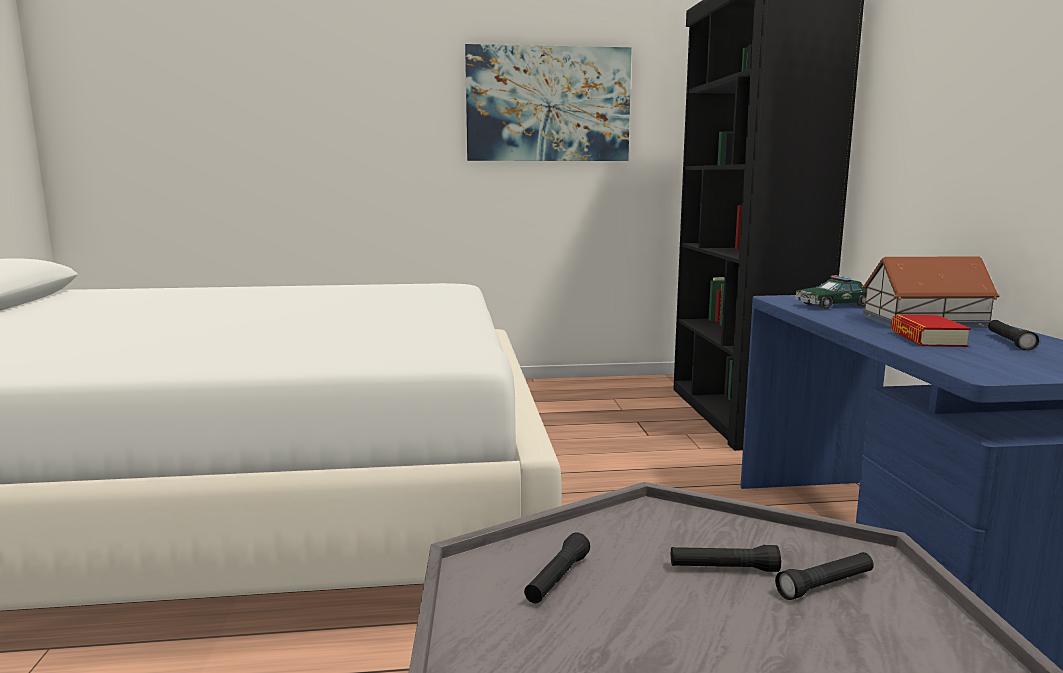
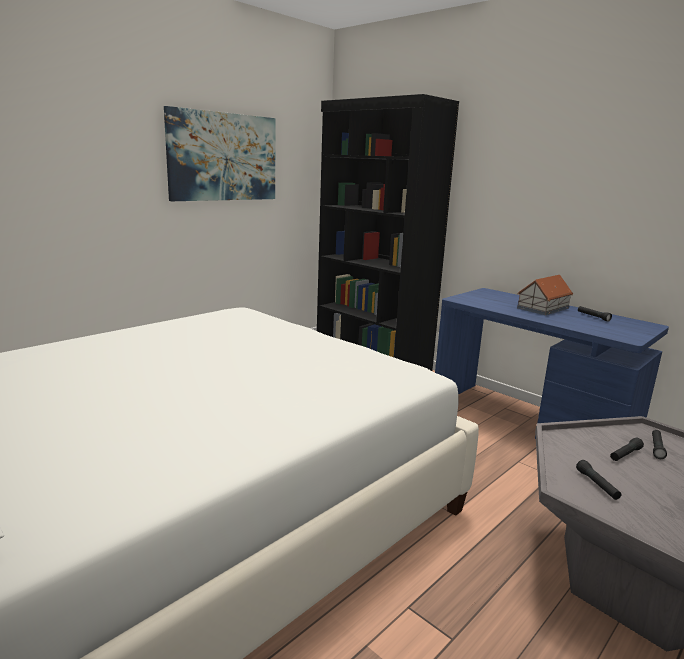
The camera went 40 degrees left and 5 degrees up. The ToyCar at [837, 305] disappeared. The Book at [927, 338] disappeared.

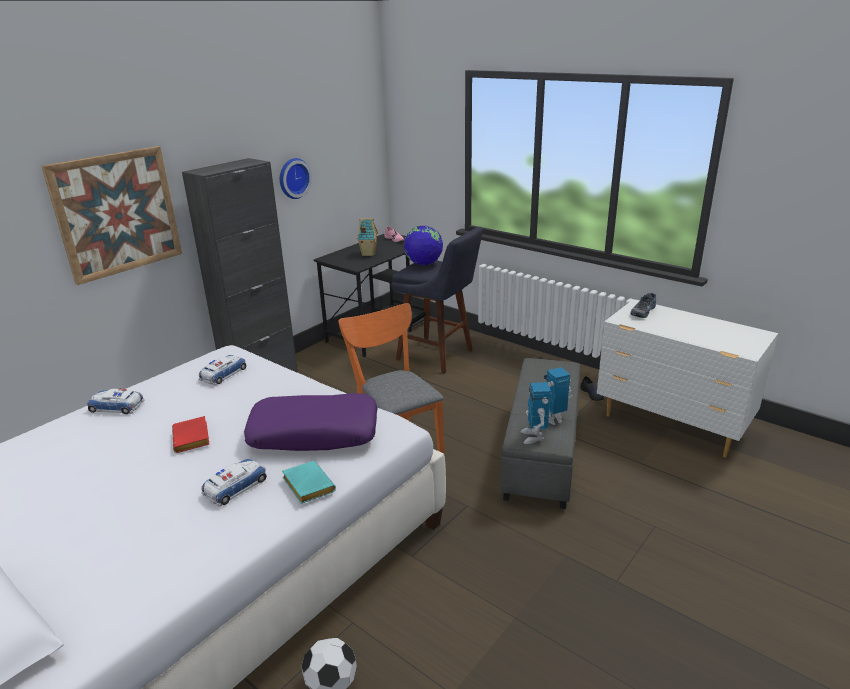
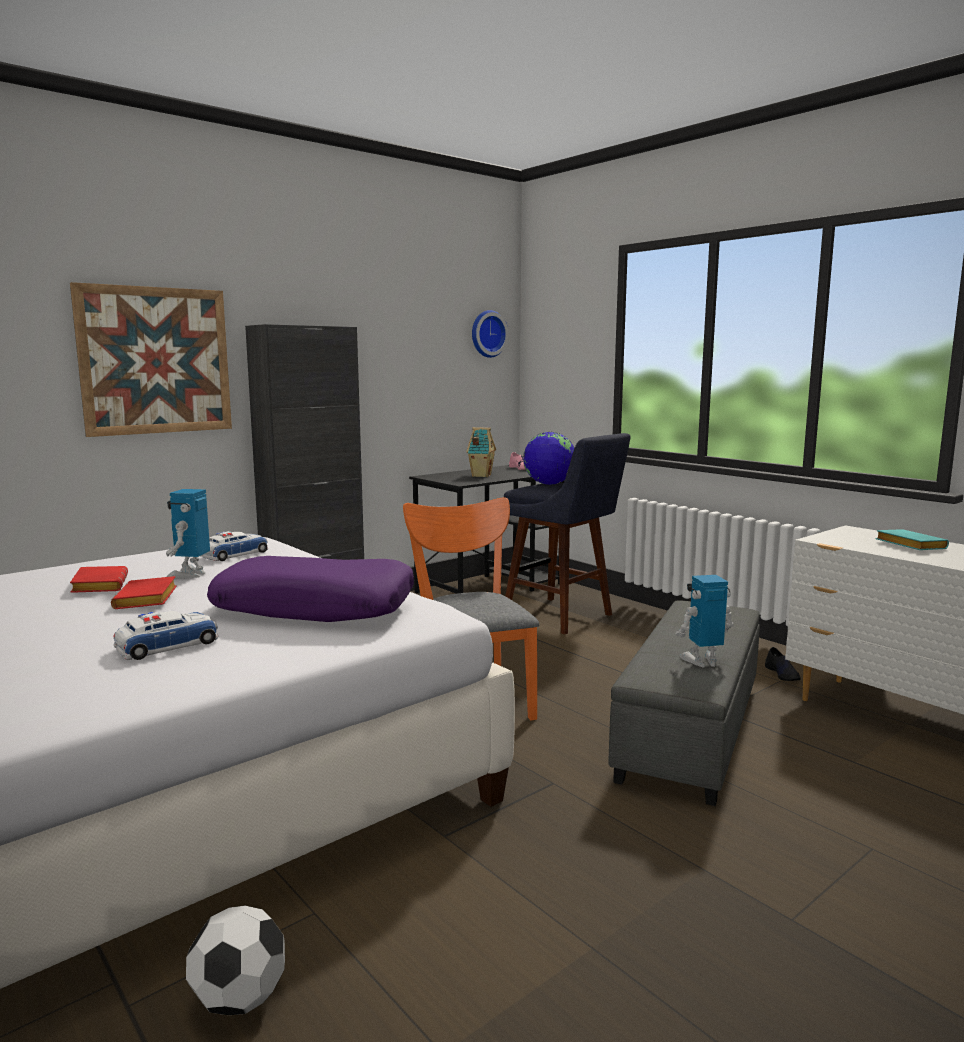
The camera went 10 degrees right and 15 degrees down. The RedBook at [98, 585] appeared. The ToyRobot moved from [534, 437] to [190, 575]. The WallClock moved from [293, 178] to [487, 334]. The TurquoiseBook moved from [306, 485] to [908, 545]. The ToyCar at [116, 406] disappeared. The Shoe at [642, 311] disappeared.

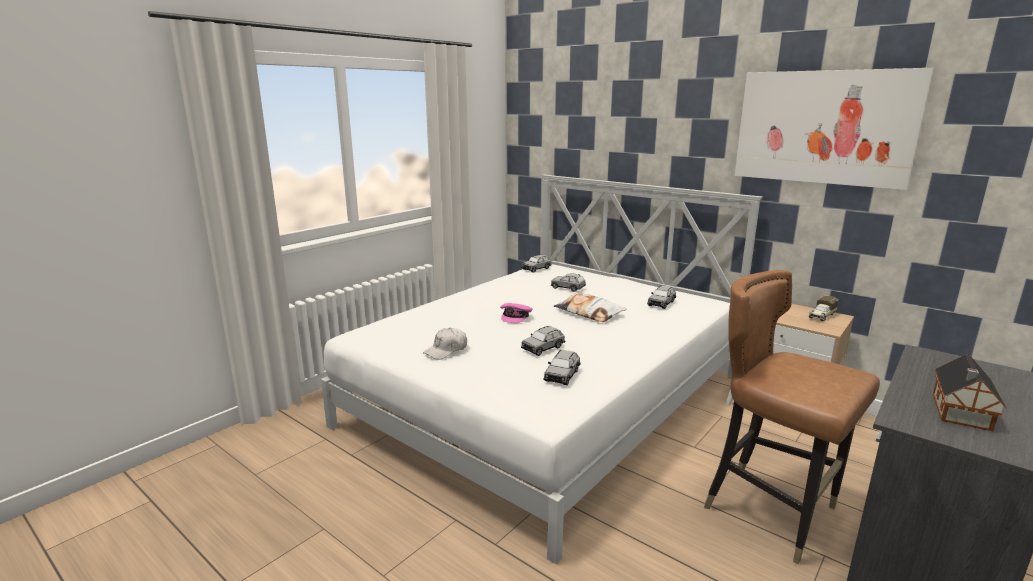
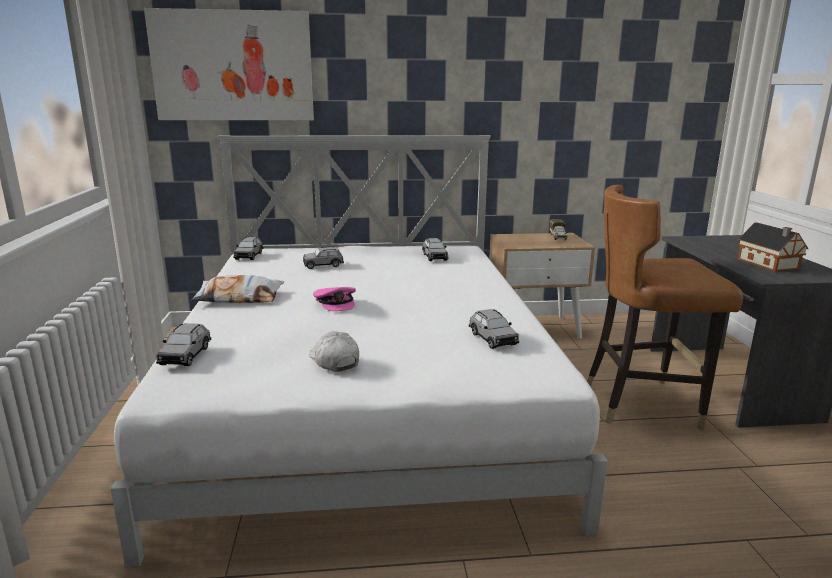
The camera went 45 degrees left and 0 degrees up. The Picture moved from [823, 127] to [233, 66]. The GreyToyCar moved from [543, 348] to [185, 355]. The Pillow moved from [589, 313] to [239, 297]. The WhiteCap at [446, 350] turned 150 degrees clockwise.

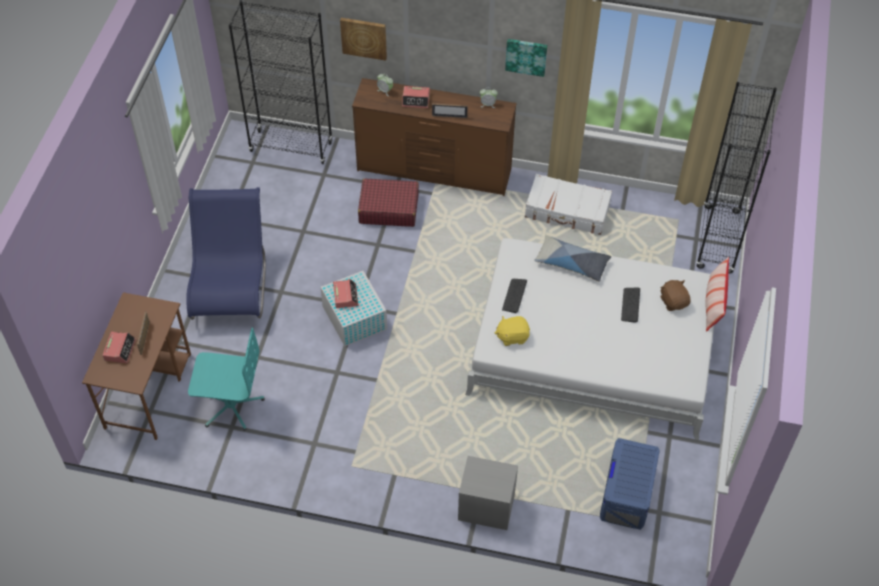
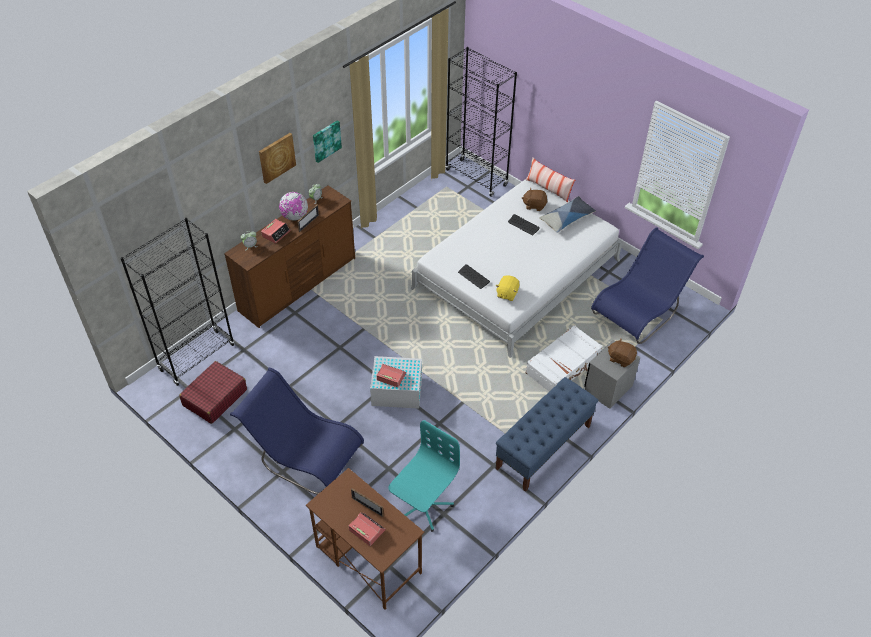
The camera went 60 degrees left and 5 degrees down. The RedSuitcase moved from [388, 209] to [214, 397]. The Picture moved from [364, 37] to [276, 157]. The Globe at [295, 216] appeared. The BlueBench at [543, 447] appeared. The WhiteSuitcase moved from [567, 211] to [563, 365]. The Pillow moved from [572, 263] to [567, 219]. The BlueStorageBox at [627, 493] was replaced by the BlueChair at [639, 312]. The BrownPlushToy at [621, 358] appeared.

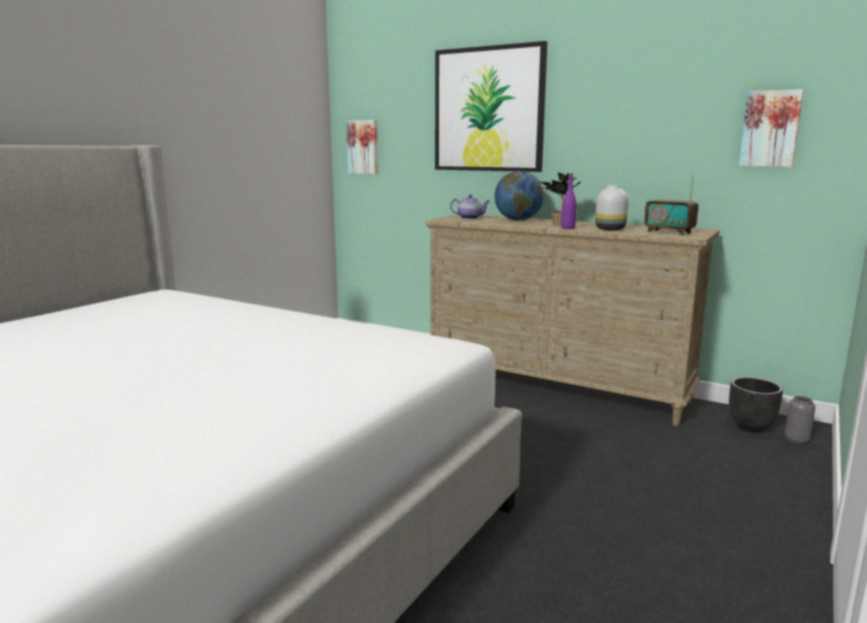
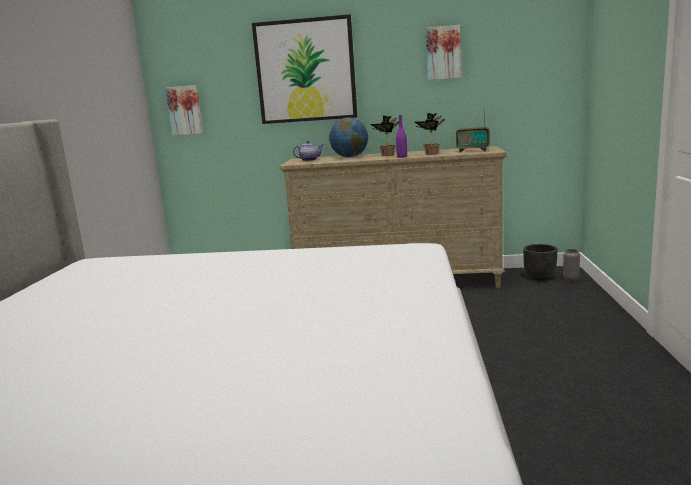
The camera went 25 degrees left and 0 degrees up. The WhiteVase at [609, 229] was replaced by the PottedPlant at [430, 154]. The Picture moved from [770, 129] to [443, 53].

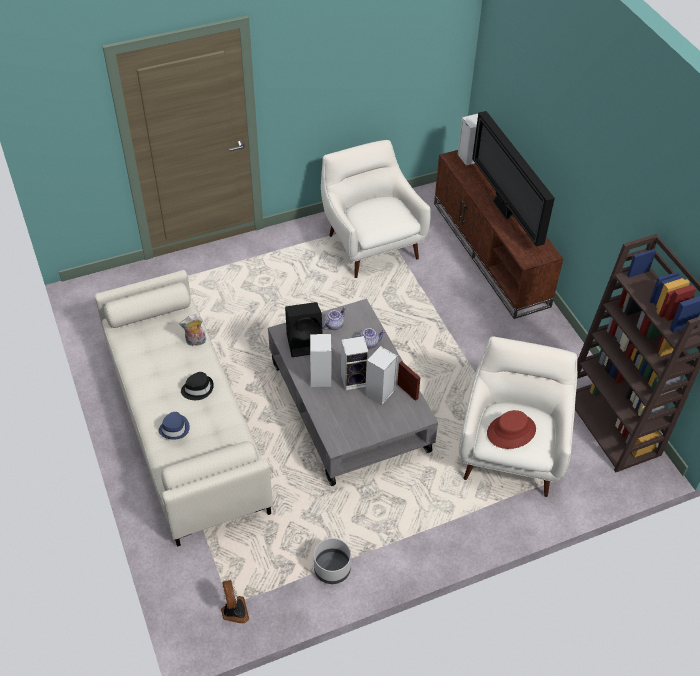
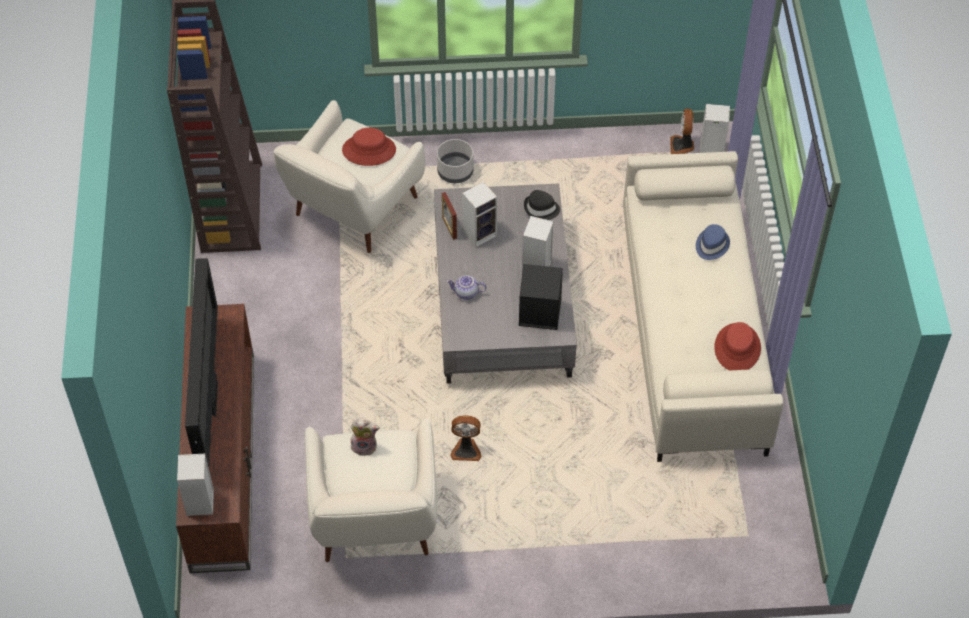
The camera went 160 degrees left and 5 degrees up. The PlushToy moved from [195, 342] to [365, 446]. The GreyPlanter moved from [332, 569] to [455, 171]. The Fan at [466, 449] appeared. The BlackHat moved from [197, 389] to [541, 209]. The Speaker moved from [354, 380] to [710, 151]. The RedHat at [737, 348] appeared. The Teapot at [334, 325] disappeared.

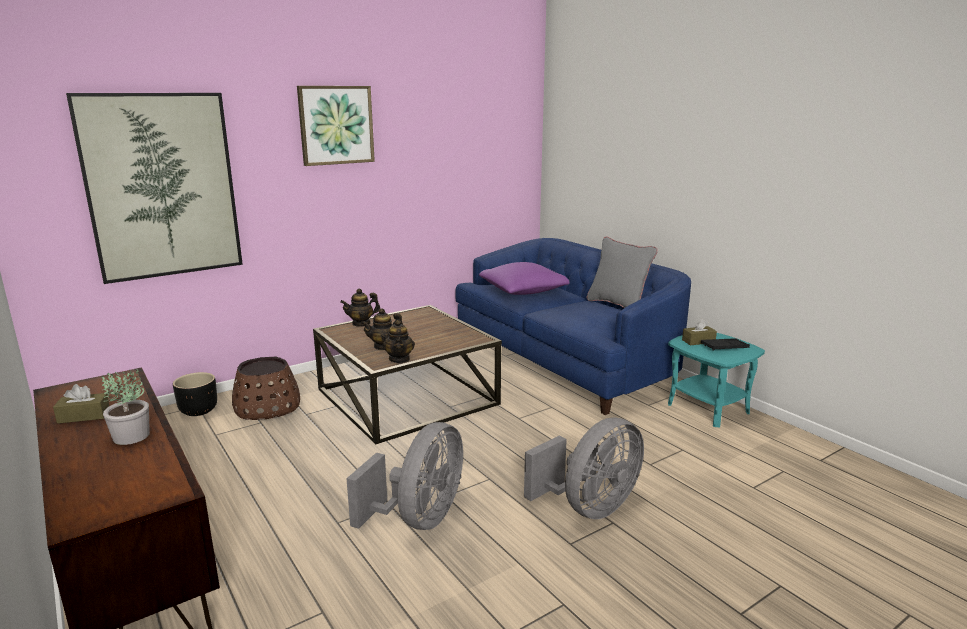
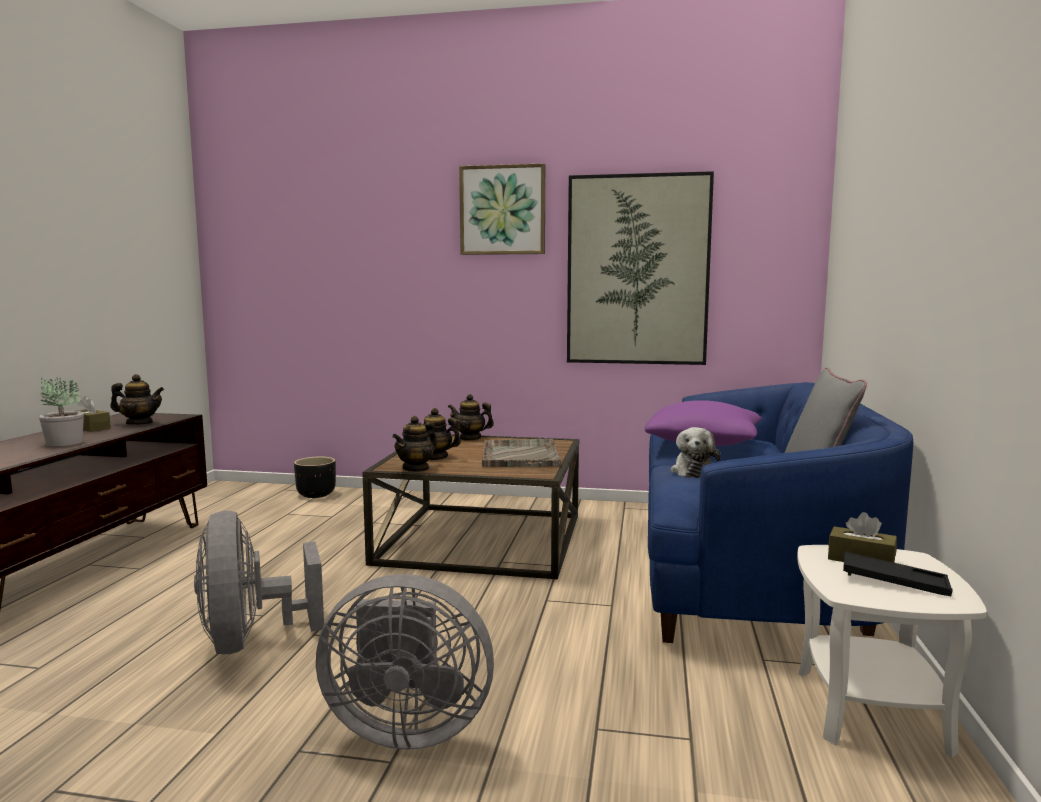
The camera went 45 degrees right and 10 degrees down. The Teapot at [139, 423] appeared. The GreyFan at [419, 518] turned 90 degrees clockwise. The GreyTray at [520, 455] appeared. The Picture moved from [162, 186] to [637, 270]. The PlushToy at [693, 471] appeared. The TurquoiseSideTable at [708, 408] became the WhiteSideTable at [871, 710]. The BrownPlanter at [267, 408] disappeared.

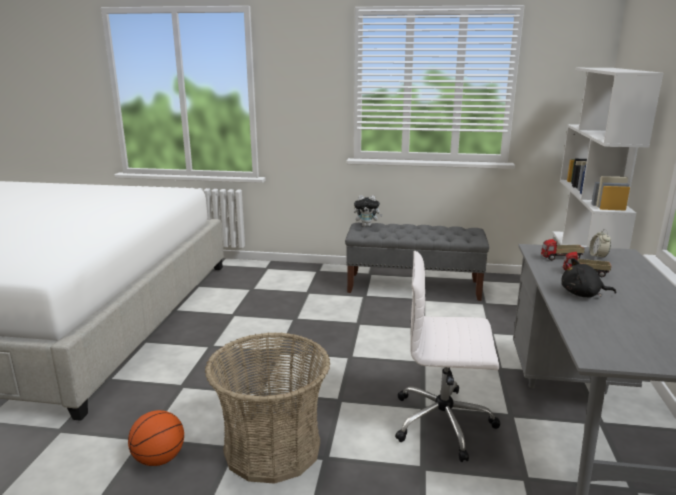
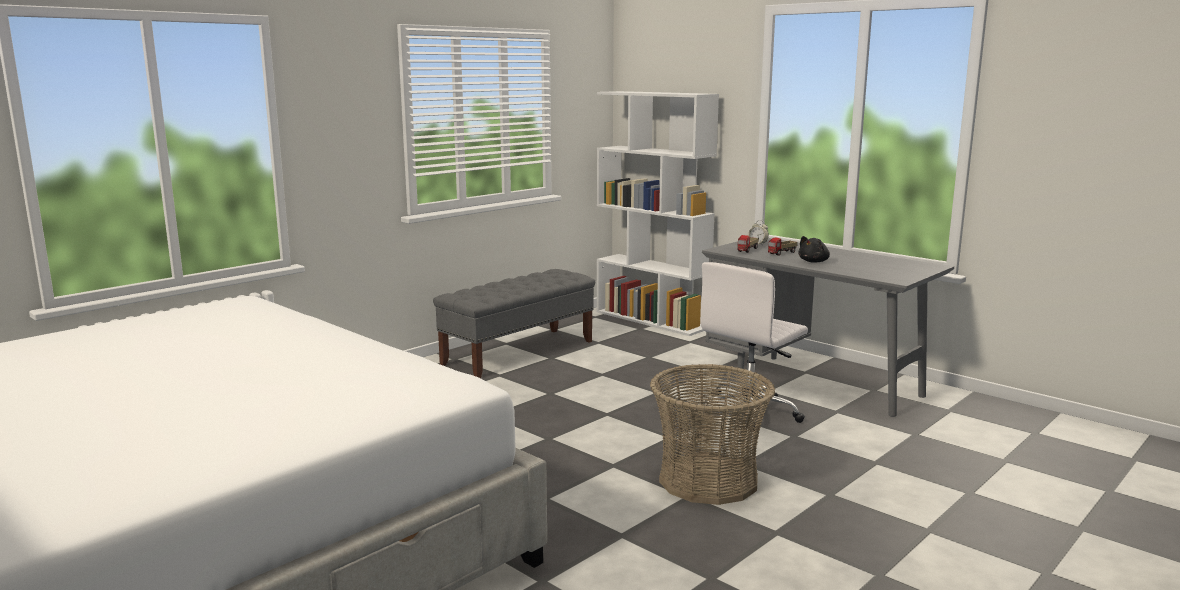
The camera went 55 degrees left and 5 degrees down. The Basketball at [159, 459] disappeared. The PlushToy at [367, 225] disappeared.

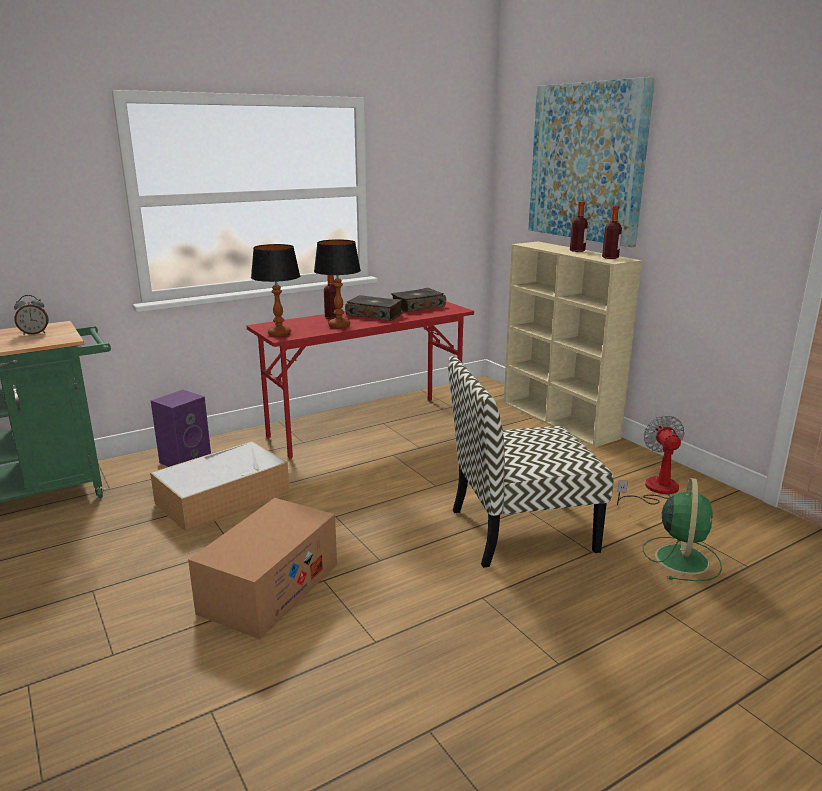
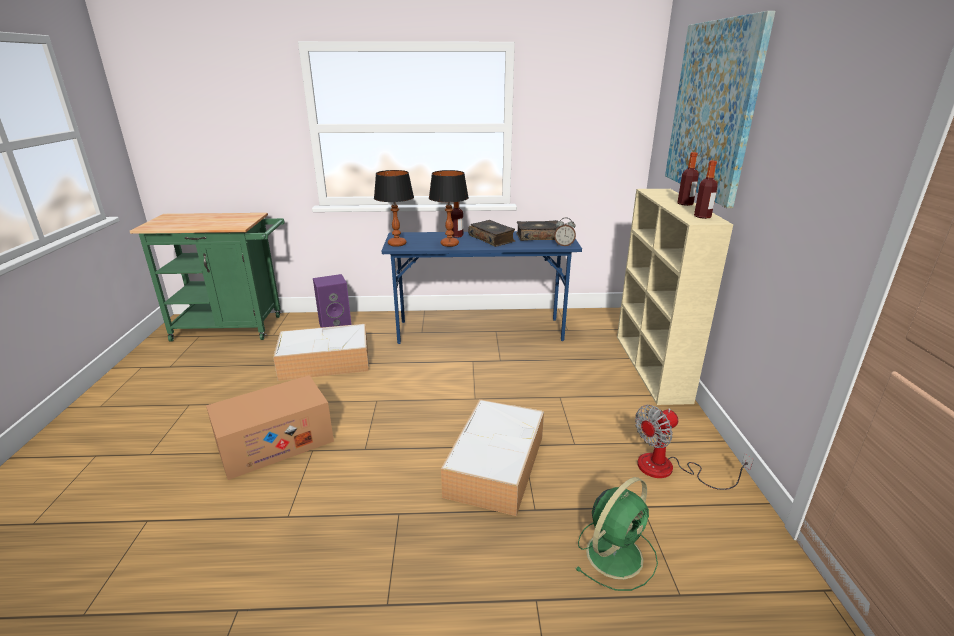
The camera went 30 degrees right and 5 degrees up. The RedDesk at [367, 426] became the BlueDesk at [480, 330]. The Chair at [520, 530] was replaced by the StorageBox at [495, 464]. The AlarmClock moved from [34, 333] to [564, 245]. The Fan at [654, 490] turned 150 degrees counterclockwise.

